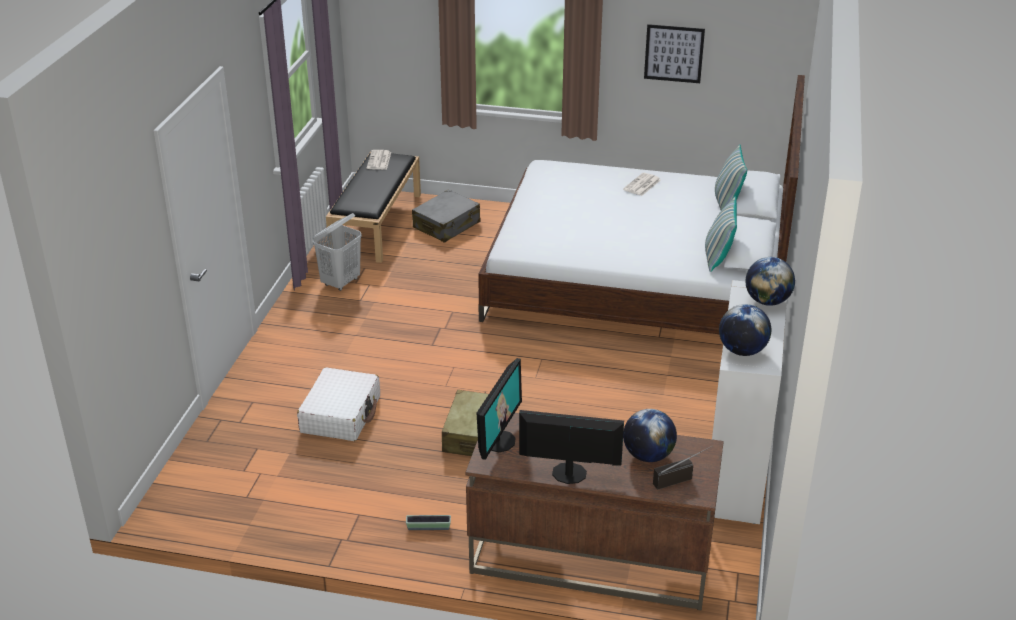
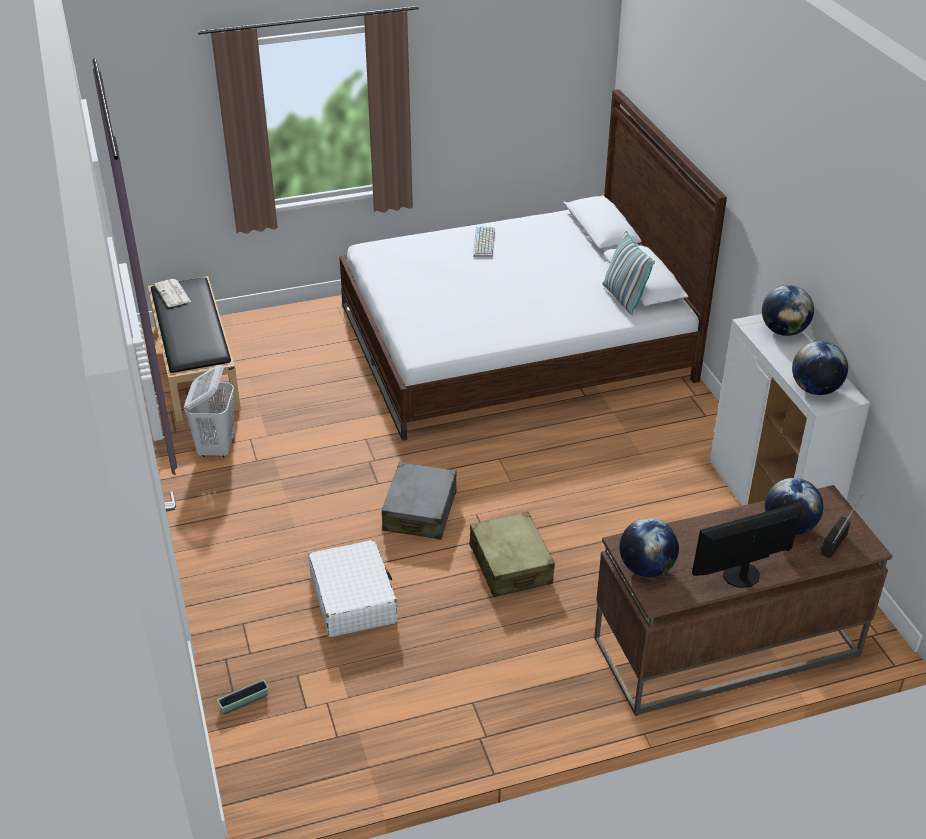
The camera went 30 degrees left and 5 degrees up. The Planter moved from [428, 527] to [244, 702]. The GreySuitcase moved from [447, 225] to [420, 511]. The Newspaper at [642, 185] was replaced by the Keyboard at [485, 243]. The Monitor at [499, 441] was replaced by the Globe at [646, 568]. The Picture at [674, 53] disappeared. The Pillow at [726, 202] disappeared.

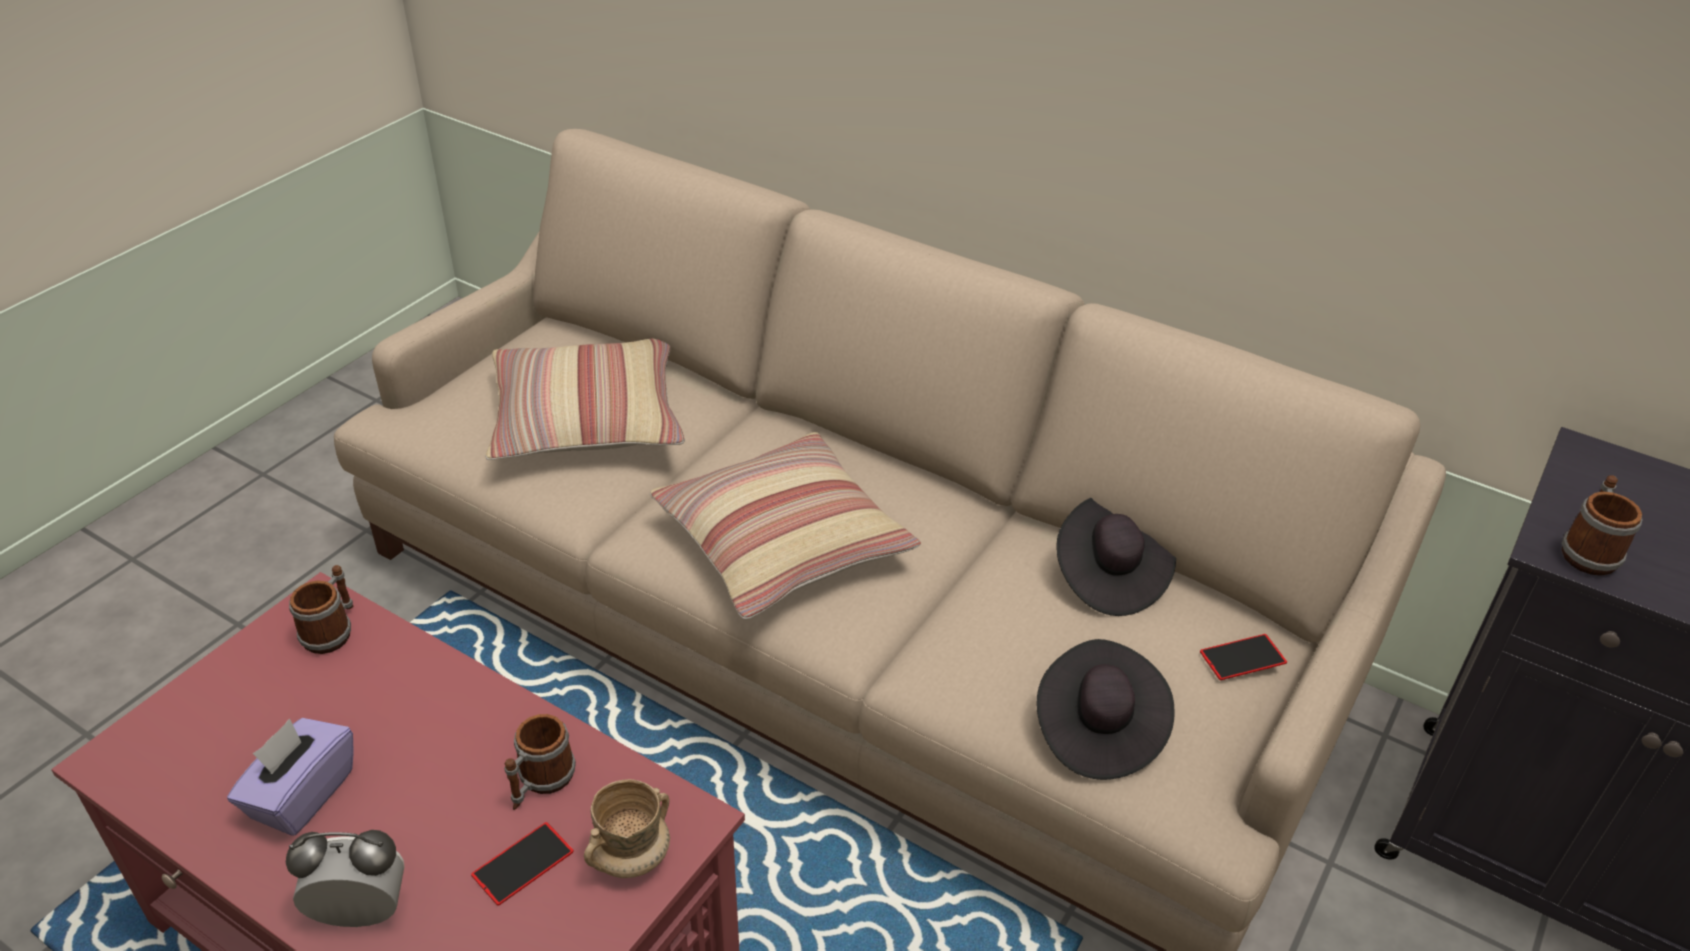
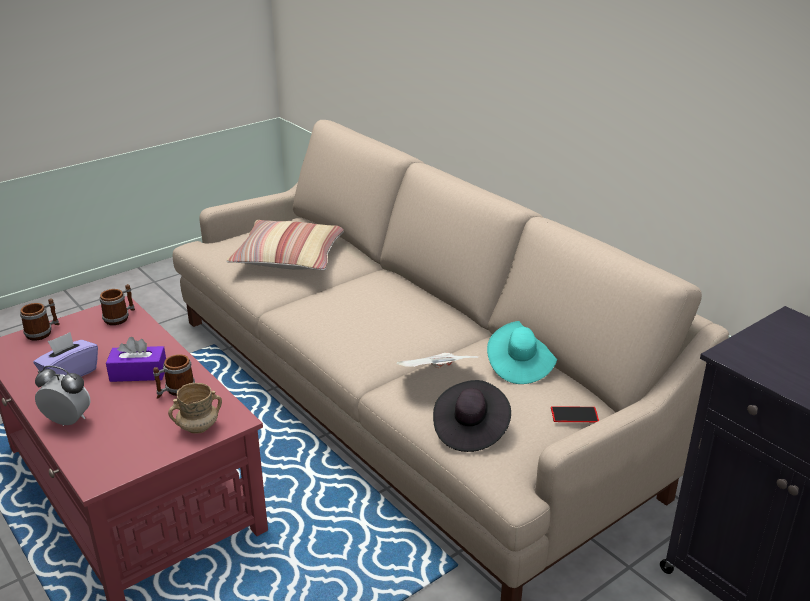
The camera went 20 degrees right and 10 degrees down. The Mug moved from [1588, 550] to [43, 332]. The PurpleTissueBox at [138, 373] appeared. The Newspaper at [437, 379] appeared. The BlackHat at [1109, 576] became the TurquoiseHat at [520, 366]. The Phone at [523, 863] disappeared. The Pillow at [783, 542] disappeared.

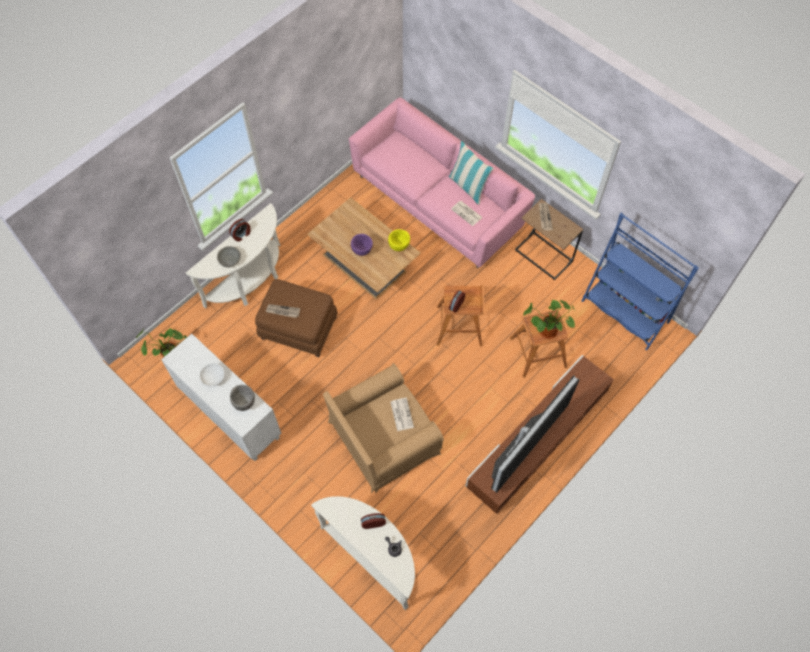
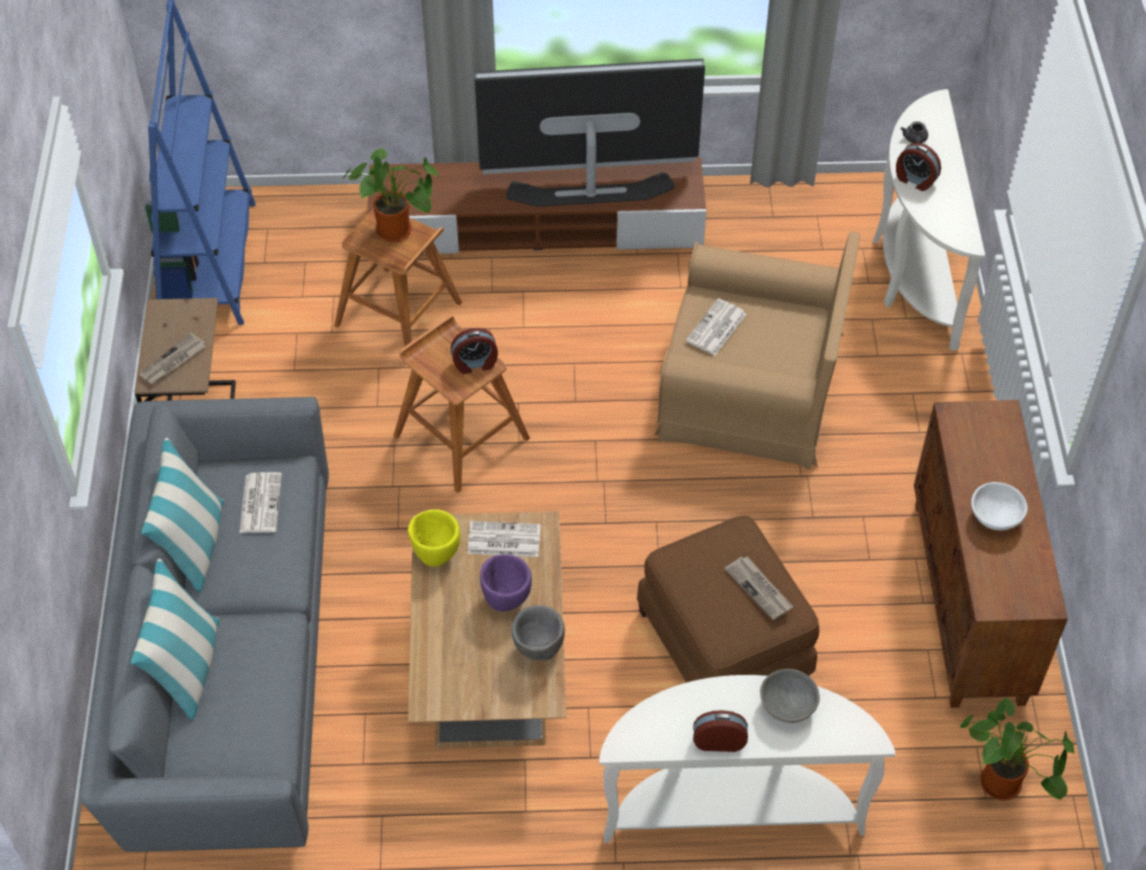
The camera went 135 degrees left and 10 degrees down. The PinkSofa at [439, 201] became the GreySofa at [228, 662]. The Pillow at [188, 668] appeared. The Newspaper at [503, 540] appeared. The GreyBowl moved from [244, 403] to [538, 649]. The WhiteCabinet at [229, 414] became the BrownCabinet at [970, 602].

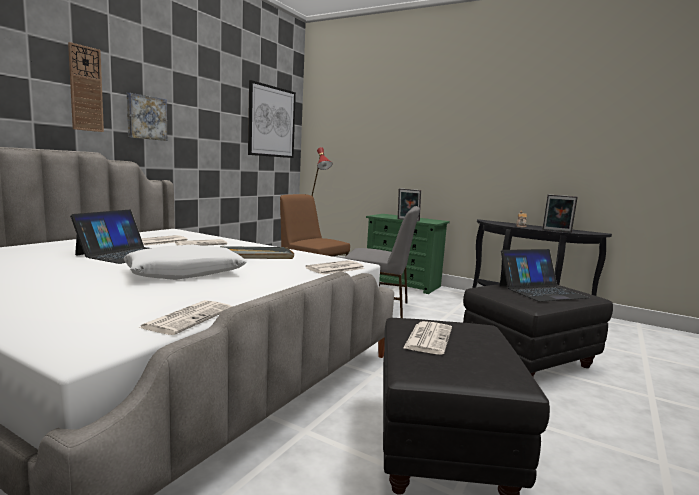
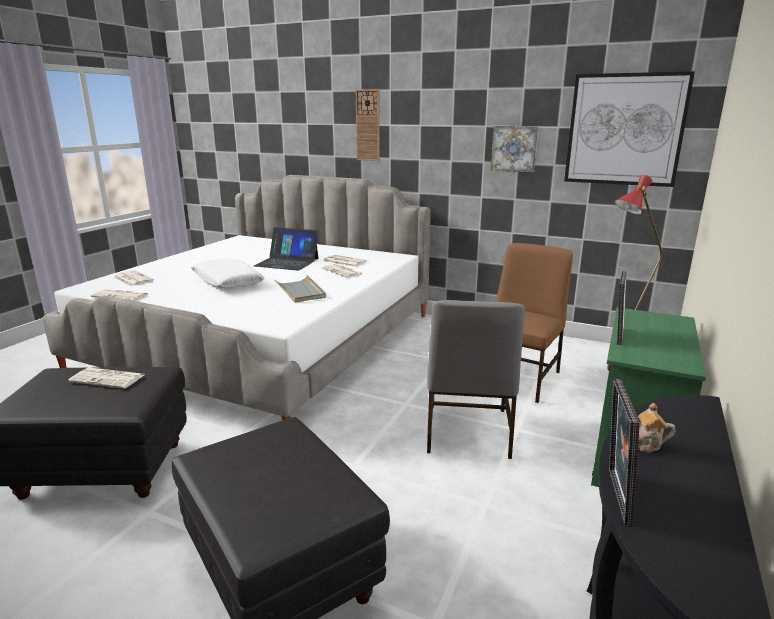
The camera went 85 degrees right and 10 degrees up. The Newspaper moved from [335, 268] to [132, 279]. The Picture moved from [146, 117] to [514, 148]. The Laptop at [541, 291] disappeared.

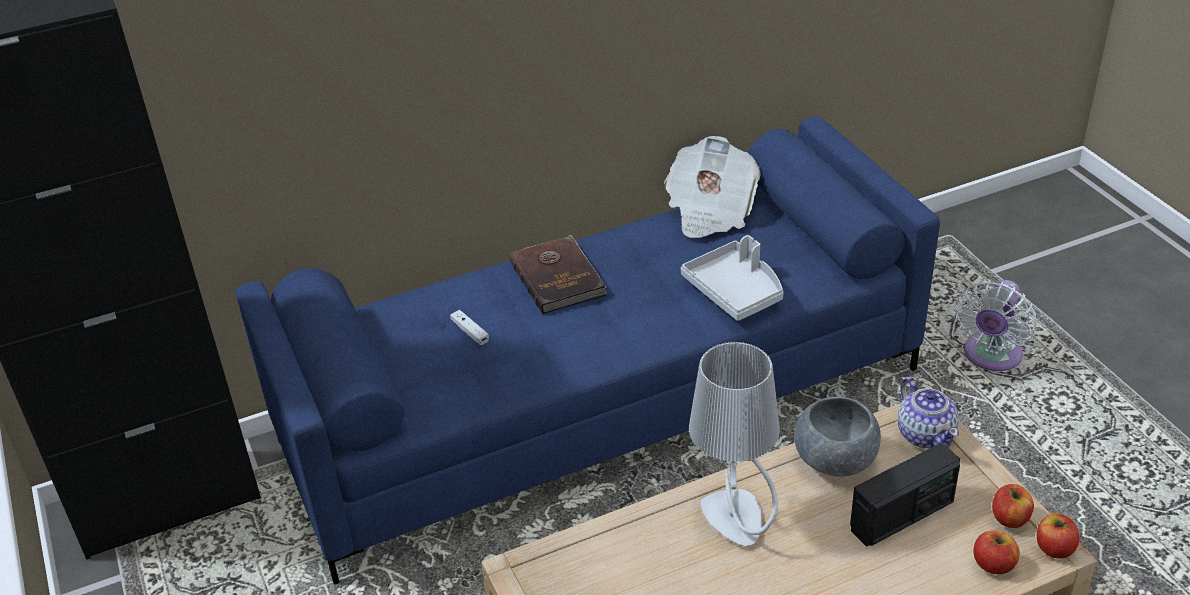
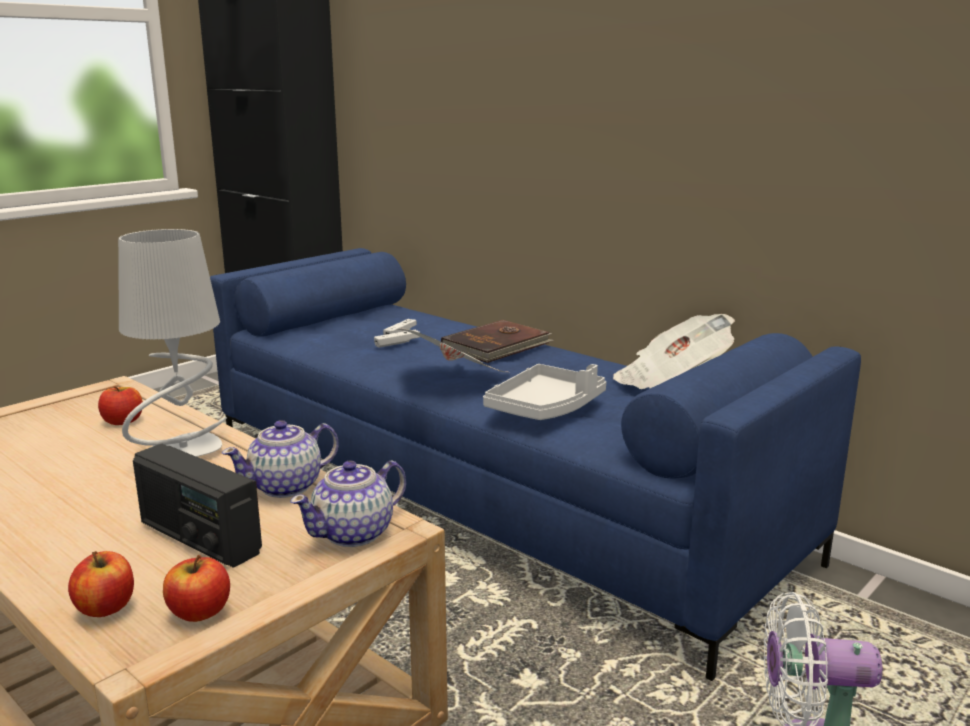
The camera went 65 degrees right and 20 degrees down. The Apple moved from [1054, 548] to [123, 421]. The GreyBowl at [835, 459] was replaced by the Teapot at [286, 486]. The WhiteGameController at [397, 343] appeared. The Newspaper at [455, 379] appeared.

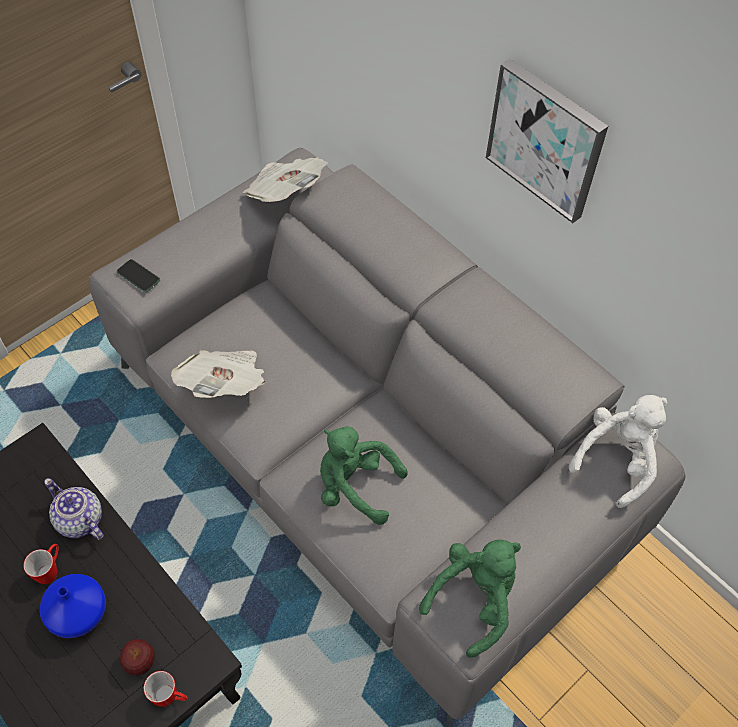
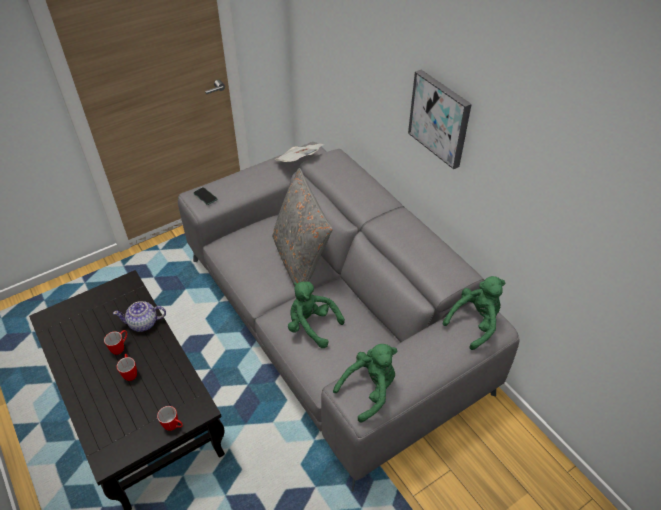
The camera went 10 degrees right and 10 degrees down. The Teapot at [80, 521] turned 60 degrees counterclockwise. The BlueVase at [77, 613] was replaced by the Mug at [130, 373]. The GreyPillow at [301, 261] appeared. The WhitePlushToy at [617, 459] became the GreenPlushToy at [474, 323]. The Apple at [140, 662] disappeared. The Newspaper at [225, 384] disappeared.

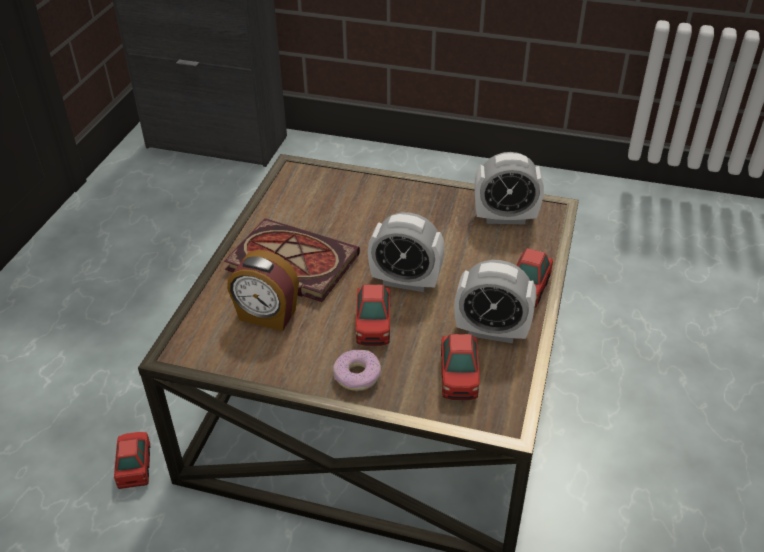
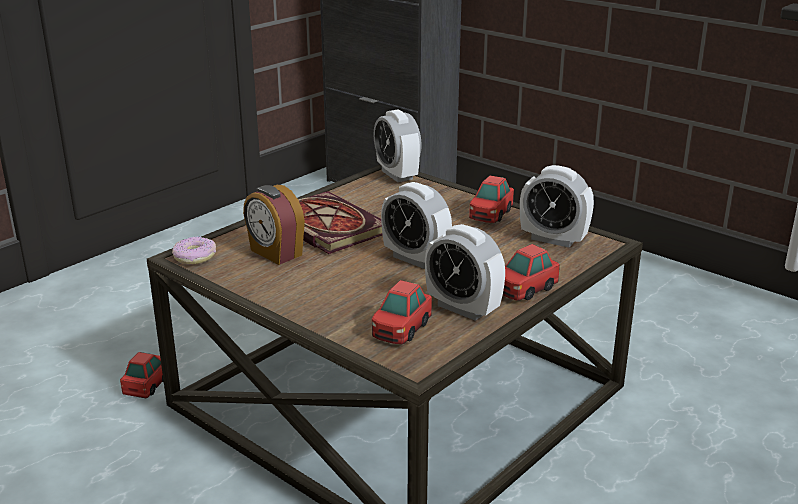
The camera went 25 degrees right and 15 degrees down. The Donut moved from [357, 375] to [194, 257]. The AlarmClock at [397, 175] appeared. The ToyCar moved from [373, 326] to [490, 214].

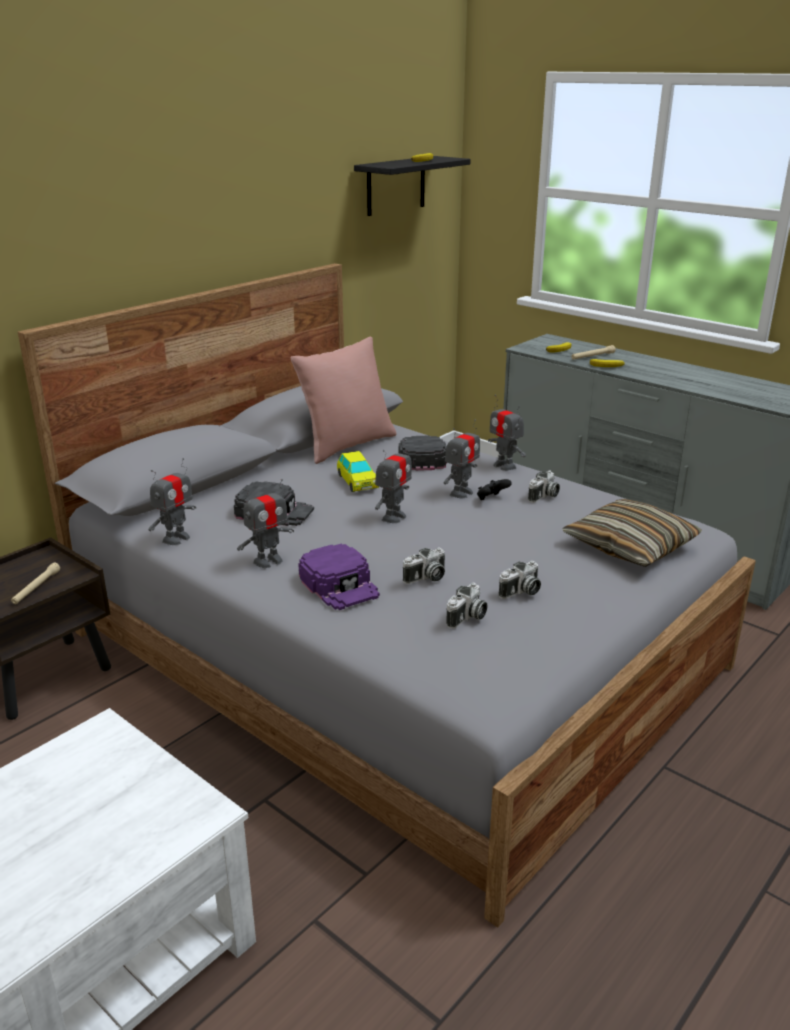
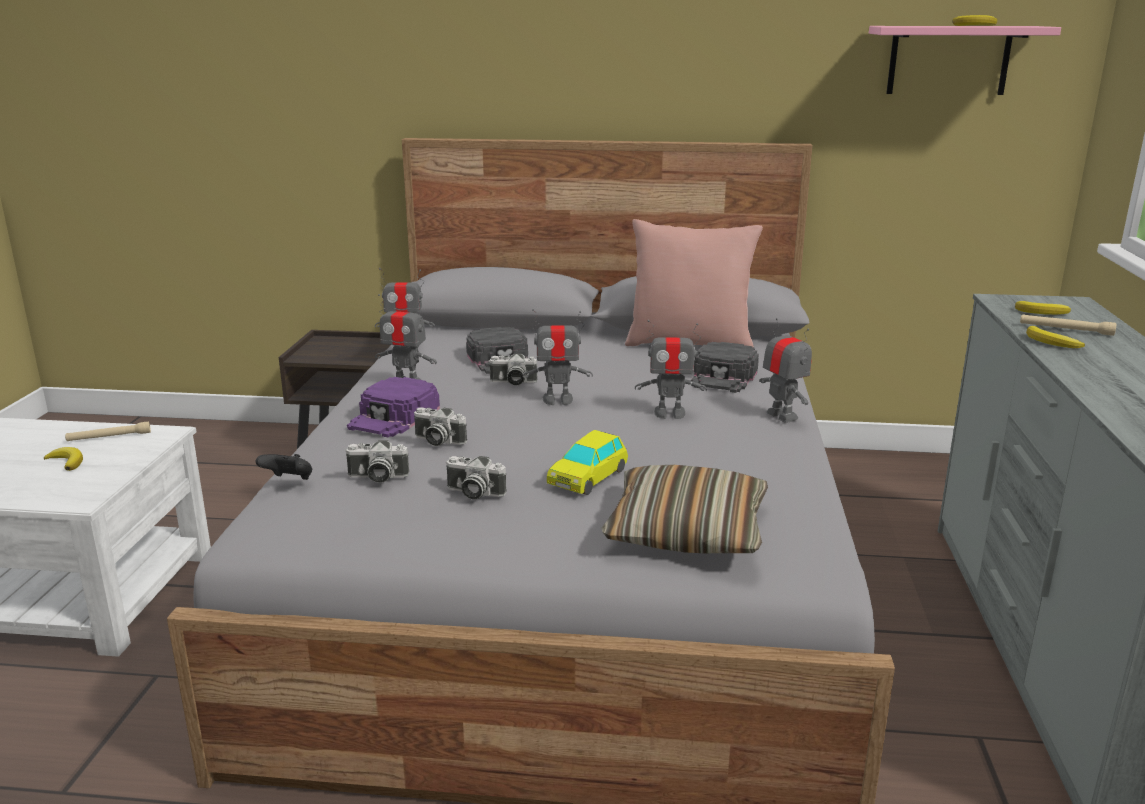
The camera went 55 degrees right and 5 degrees down. The Banana at [66, 462] appeared. The BeigeFlashlight moved from [36, 588] to [109, 437]. The BlackGameController moved from [491, 499] to [289, 481]. The PhotoCamera moved from [544, 496] to [512, 382]. The ToyCar moved from [357, 482] to [588, 478]. The BlackCap at [421, 457] turned 150 degrees clockwise. The ToyRobot at [504, 466] turned 135 degrees clockwise. The BlackShelf at [396, 185] became the PinkShelf at [948, 60].

